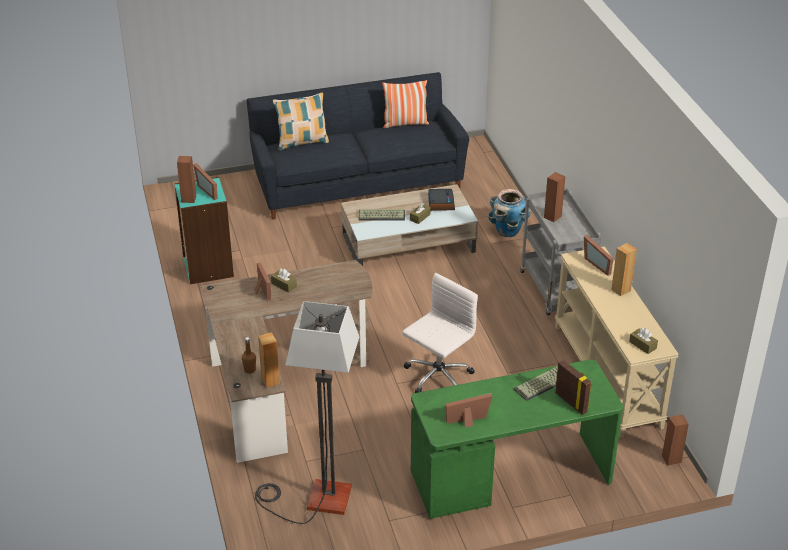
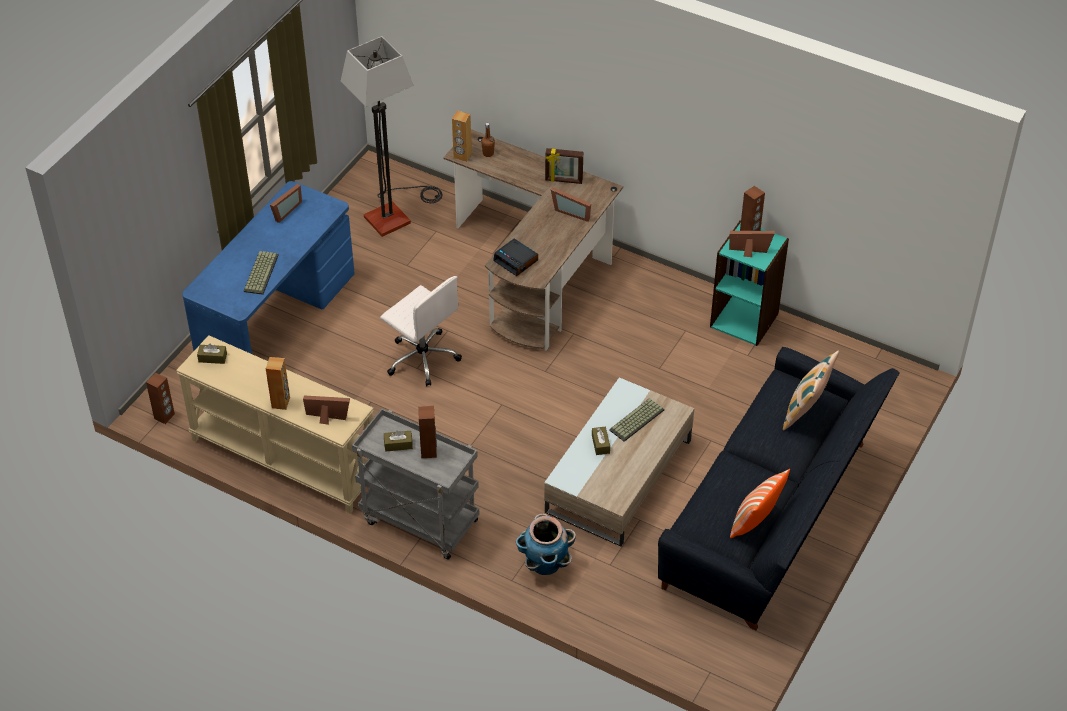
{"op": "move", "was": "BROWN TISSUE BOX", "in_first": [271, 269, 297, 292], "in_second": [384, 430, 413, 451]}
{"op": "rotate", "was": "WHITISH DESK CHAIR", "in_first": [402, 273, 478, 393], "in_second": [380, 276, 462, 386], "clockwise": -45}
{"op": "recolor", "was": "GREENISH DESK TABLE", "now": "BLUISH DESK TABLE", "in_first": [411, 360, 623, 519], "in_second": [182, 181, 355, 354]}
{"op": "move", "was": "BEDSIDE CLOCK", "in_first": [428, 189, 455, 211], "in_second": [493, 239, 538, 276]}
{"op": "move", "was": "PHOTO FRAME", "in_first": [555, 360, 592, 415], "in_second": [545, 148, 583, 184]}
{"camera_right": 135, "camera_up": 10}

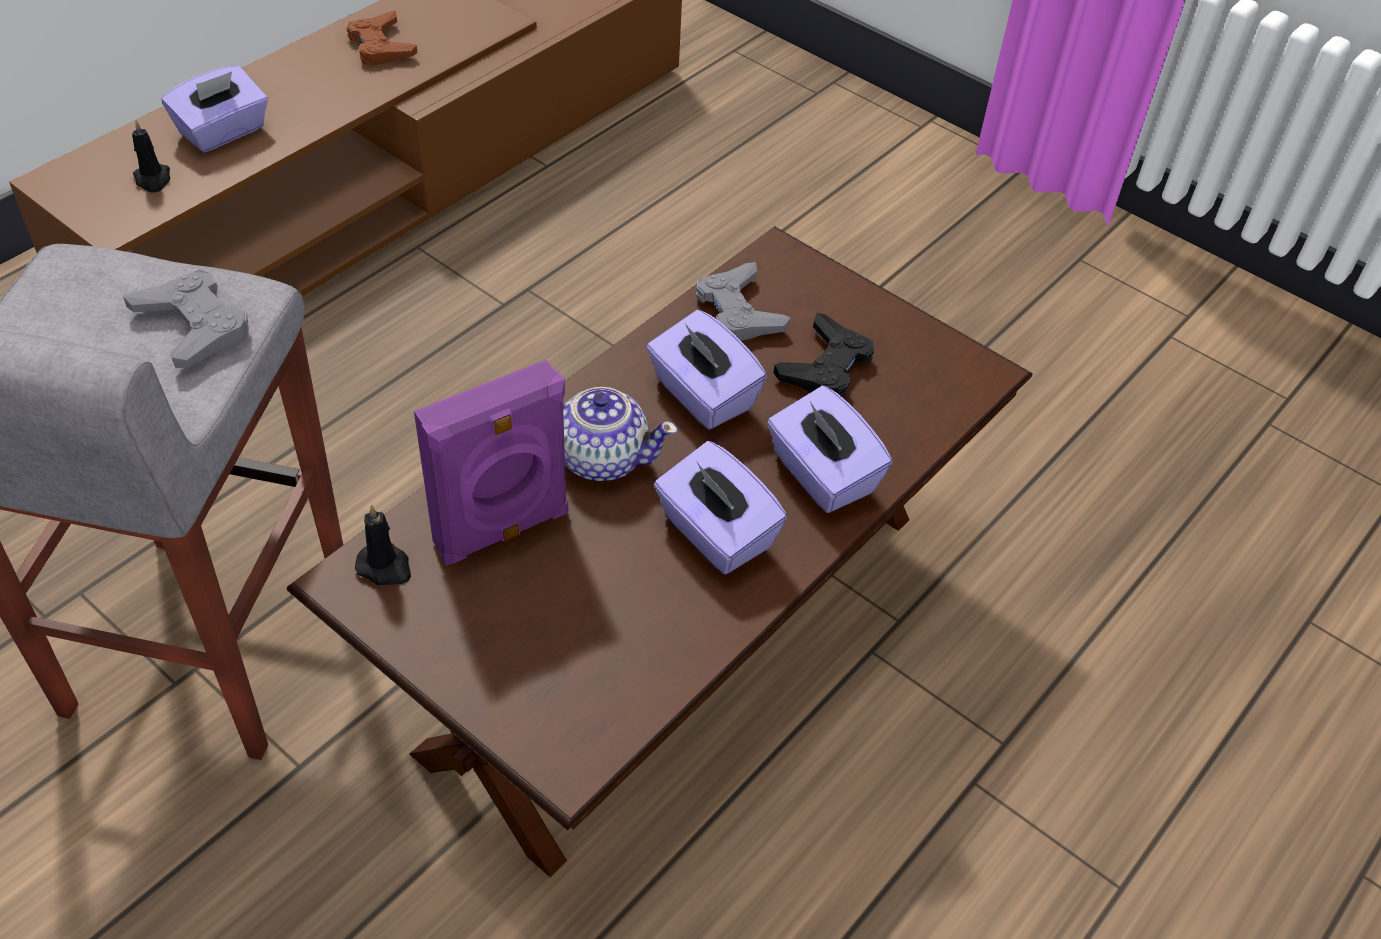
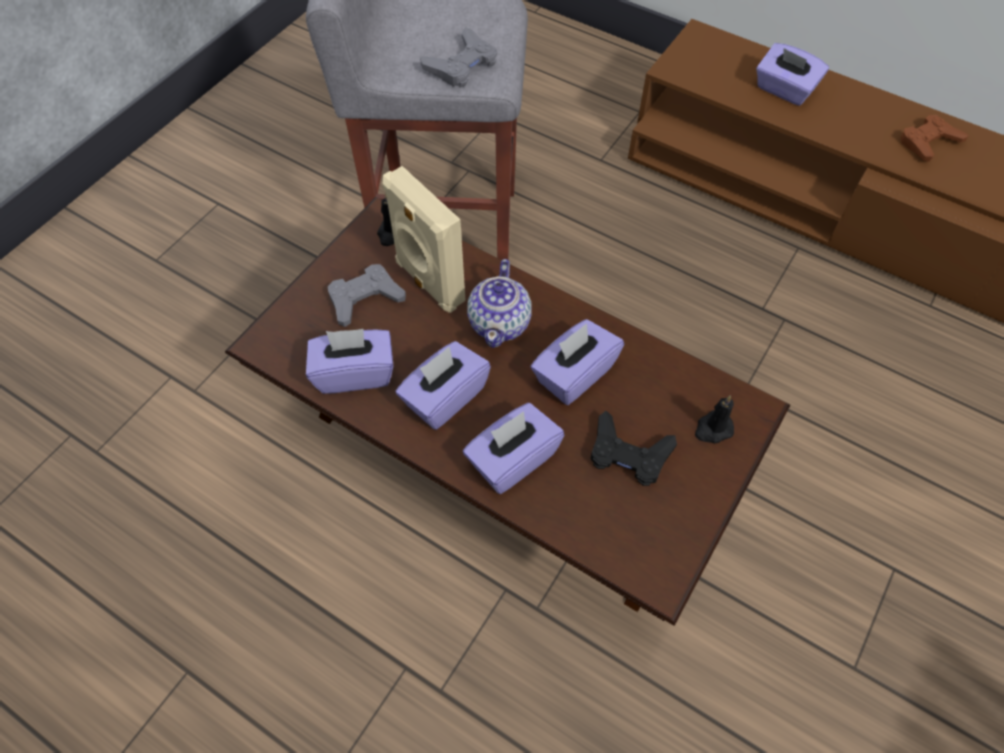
{"op": "move", "was": "BLACKISH WAX CANDLE", "in_first": [132, 119, 170, 192], "in_second": [695, 396, 734, 443]}
{"op": "recolor", "was": "PURPLISH LOUDSPEAKER", "now": "SAND-COLOURED LOUDSPEAKER", "in_first": [414, 360, 569, 565], "in_second": [383, 166, 466, 313]}
{"op": "move", "was": "GREYISH JOYPAD", "in_first": [696, 262, 791, 341], "in_second": [328, 264, 406, 327]}
{"op": "insert", "now": "PURPLISH TISSUE BOX", "in_second": [306, 329, 394, 394]}
{"camera_right": 85, "camera_up": 10}

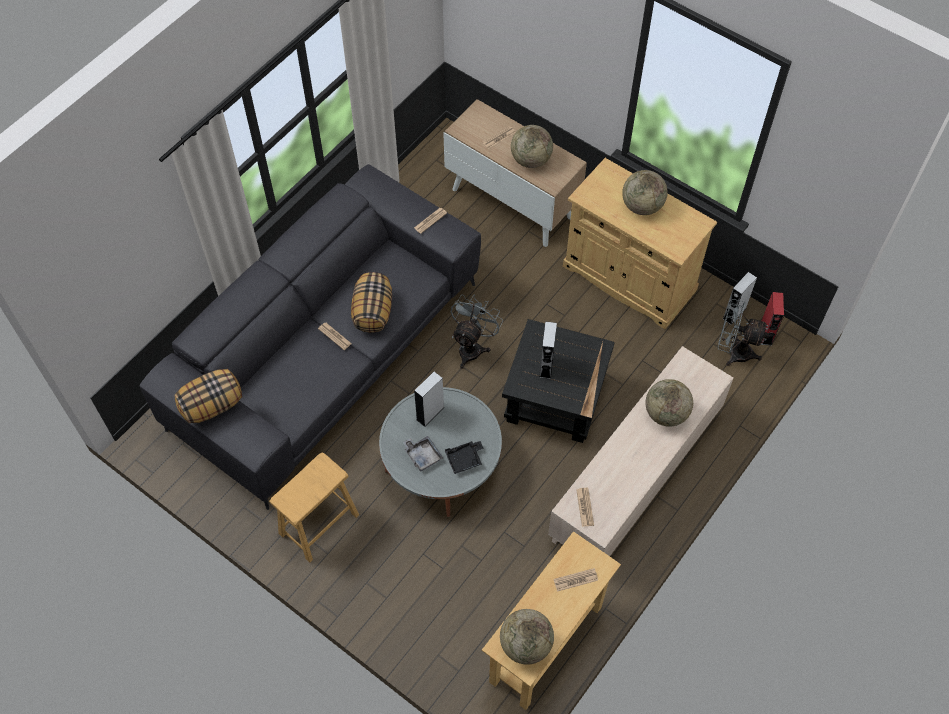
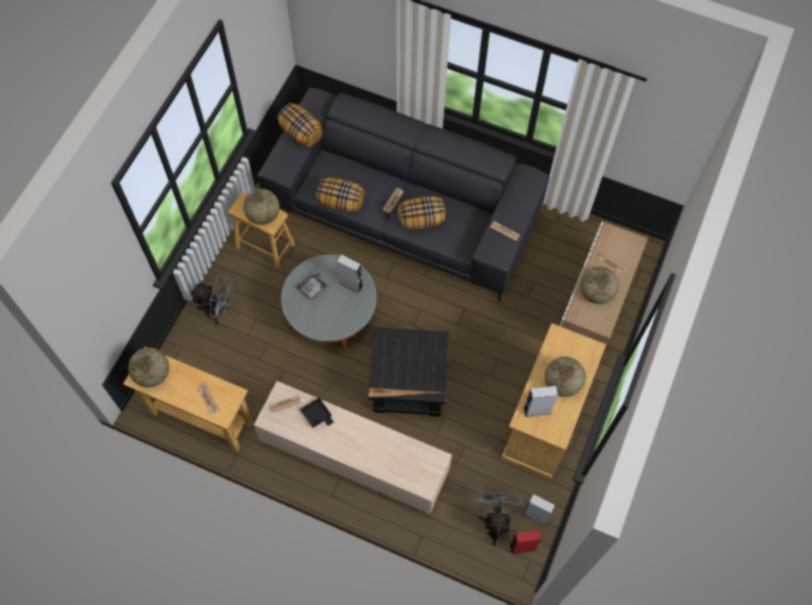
{"op": "move", "was": "BLACKISH CARRYING TRAY", "in_first": [445, 441, 484, 474], "in_second": [300, 397, 334, 428]}
{"op": "move", "was": "GREYISH FAN", "in_first": [451, 294, 503, 369], "in_second": [191, 275, 233, 325]}
{"op": "move", "was": "GREYISH LOUDSPEAKER", "in_first": [539, 321, 557, 379], "in_second": [524, 386, 558, 417]}
{"op": "move", "was": "WORLD GLOBE", "in_first": [645, 379, 693, 427], "in_second": [243, 189, 280, 225]}
{"op": "insert", "now": "THROW PILLOW", "in_second": [316, 177, 364, 212]}
{"camera_right": 75, "camera_up": 5}

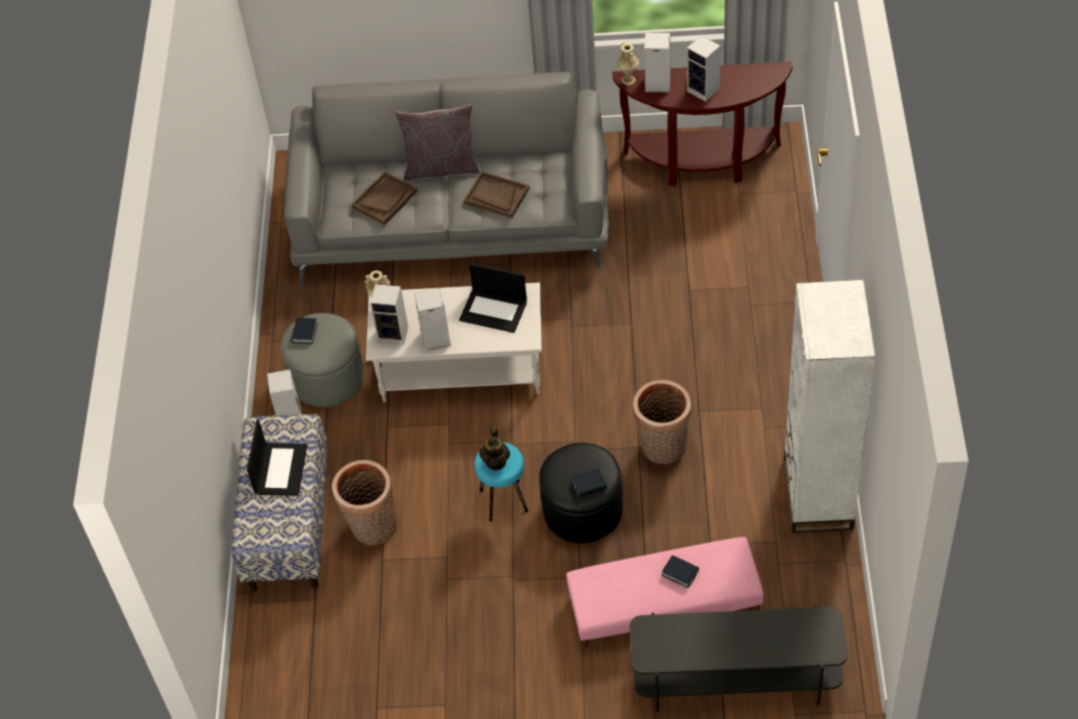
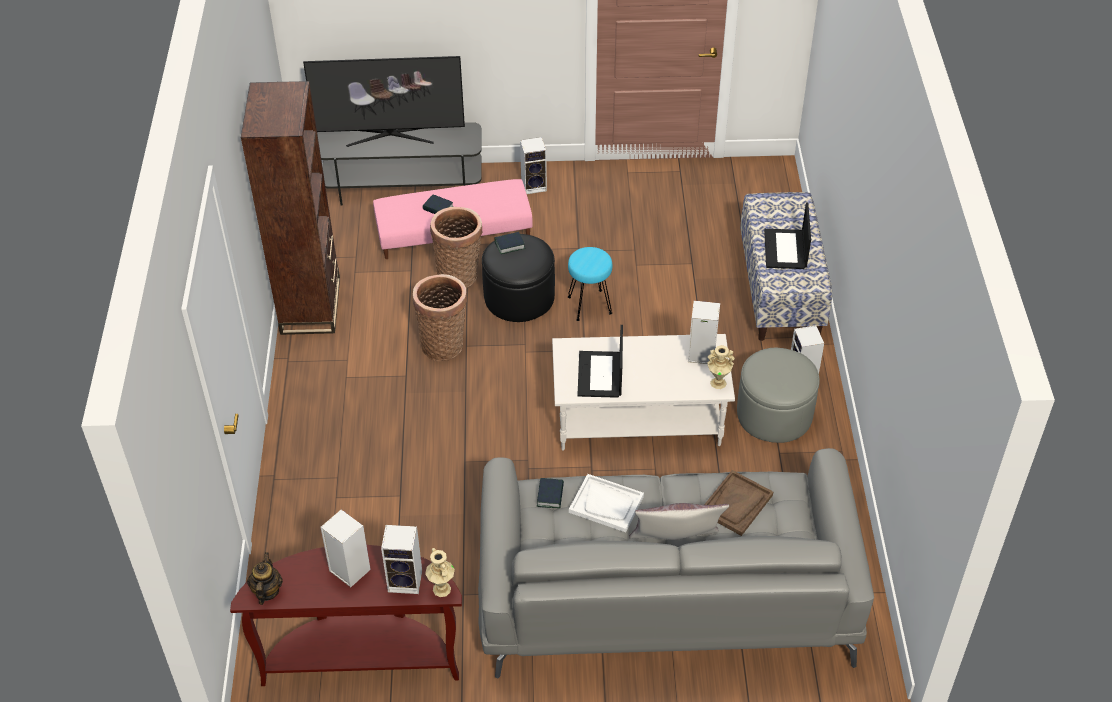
{"op": "move", "was": "BOUND BOOK", "in_first": [291, 318, 318, 344], "in_second": [537, 478, 564, 509]}
{"op": "move", "was": "HOUSEHOLD BASKET", "in_first": [332, 460, 397, 545], "in_second": [430, 207, 482, 288]}
{"op": "move", "was": "LOUDSPEAKER", "in_first": [414, 288, 451, 351], "in_second": [520, 137, 547, 194]}
{"op": "rotate", "was": "NOTEBOOK COMPUTER", "in_first": [459, 263, 527, 333], "in_second": [577, 325, 623, 398], "clockwise": -105}
{"op": "recolor", "was": "BROWN CARRYING TRAY", "now": "WHITISH CARRYING TRAY", "in_first": [464, 171, 530, 218], "in_second": [569, 474, 644, 532]}
{"op": "move", "was": "POT FOR TEA", "in_first": [479, 428, 510, 470], "in_second": [247, 552, 283, 605]}
{"op": "recolor", "was": "WHITISH BOOKCASE", "now": "BROWN BOOKCASE", "in_first": [784, 280, 875, 533], "in_second": [241, 81, 340, 335]}
{"op": "insert", "now": "TV SET", "in_second": [303, 56, 465, 147]}
{"camera_right": 175, "camera_up": -5}

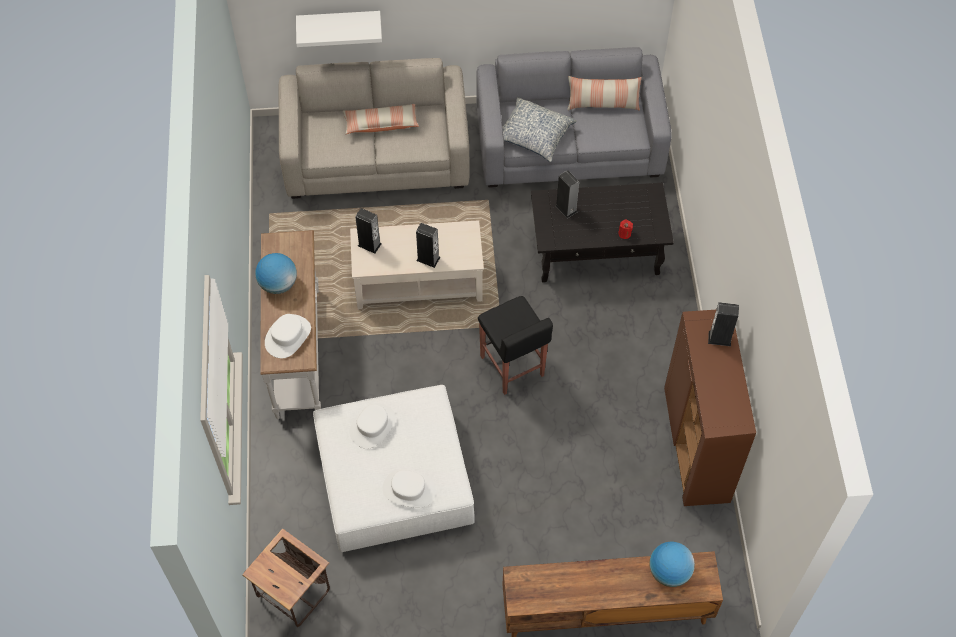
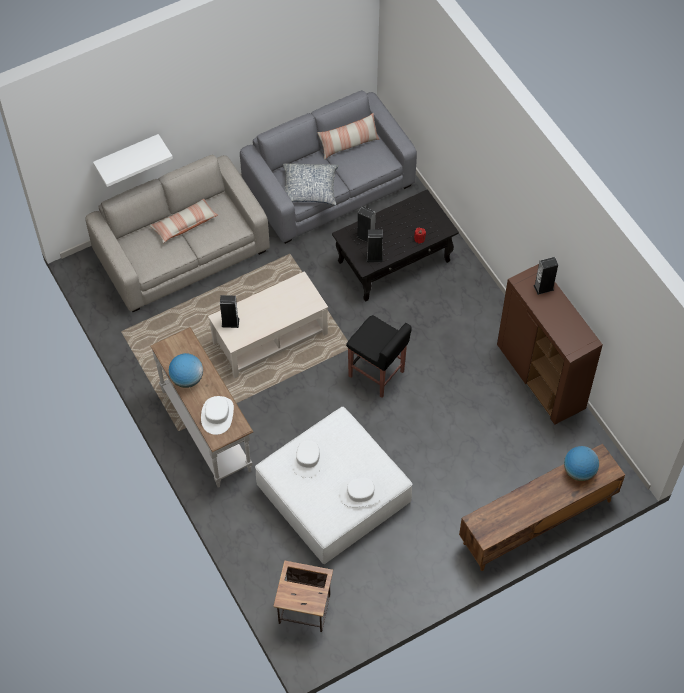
{"op": "move", "was": "LOUDSPEAKER", "in_first": [416, 223, 440, 268], "in_second": [366, 229, 383, 262]}
{"camera_right": -25, "camera_up": 0}

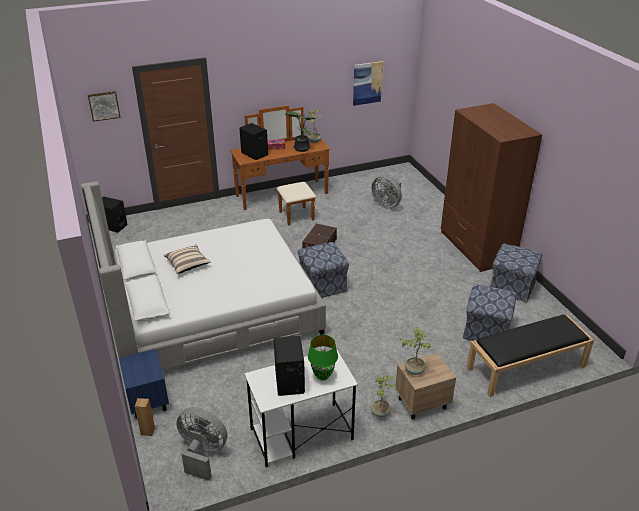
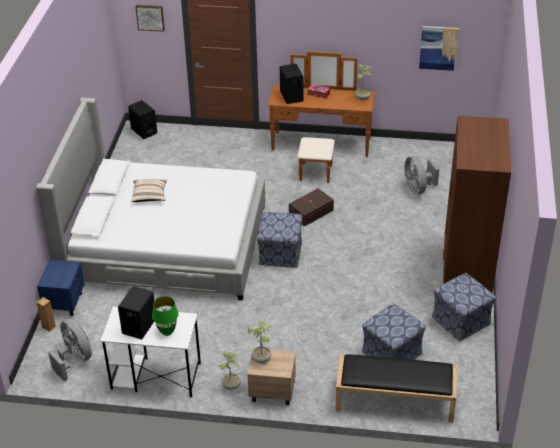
{"op": "delete", "was": "PLANT IN A POT", "in_first": [285, 111, 316, 152]}
{"camera_right": 30, "camera_up": 5}

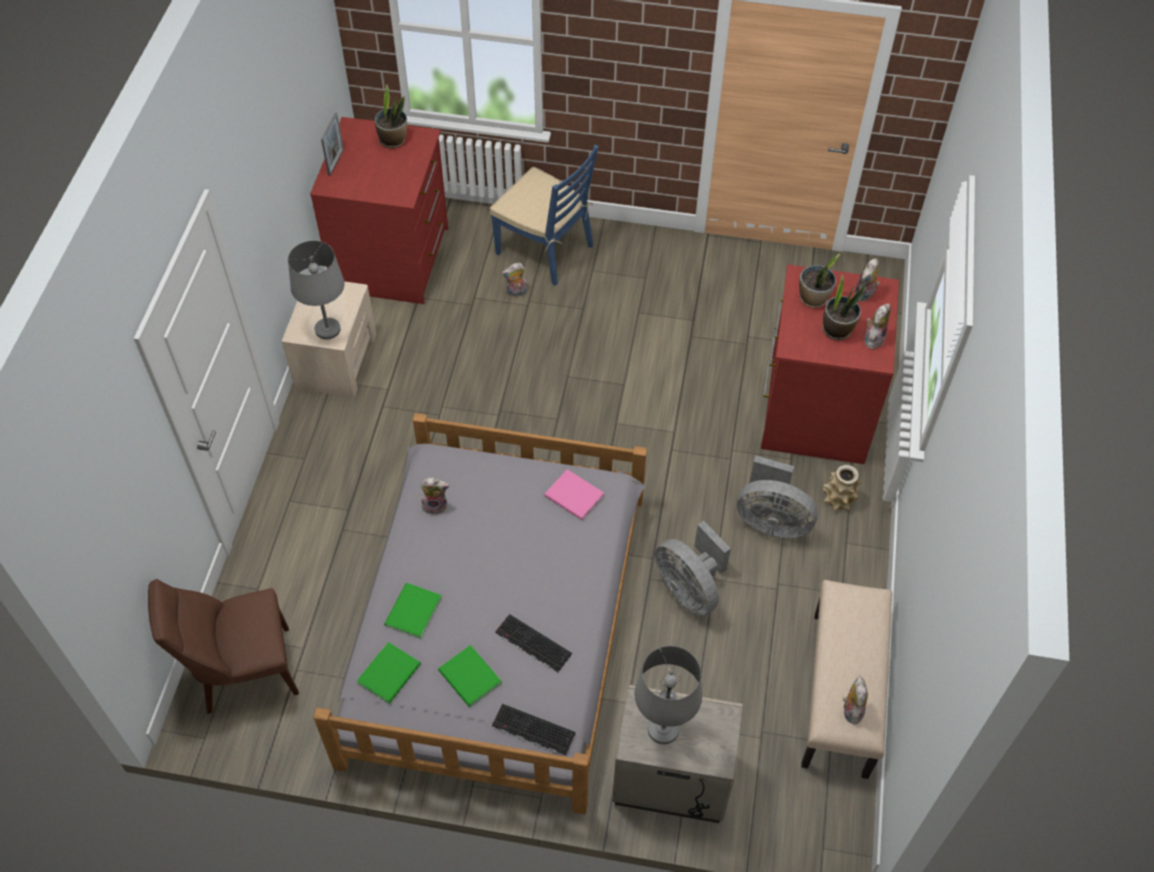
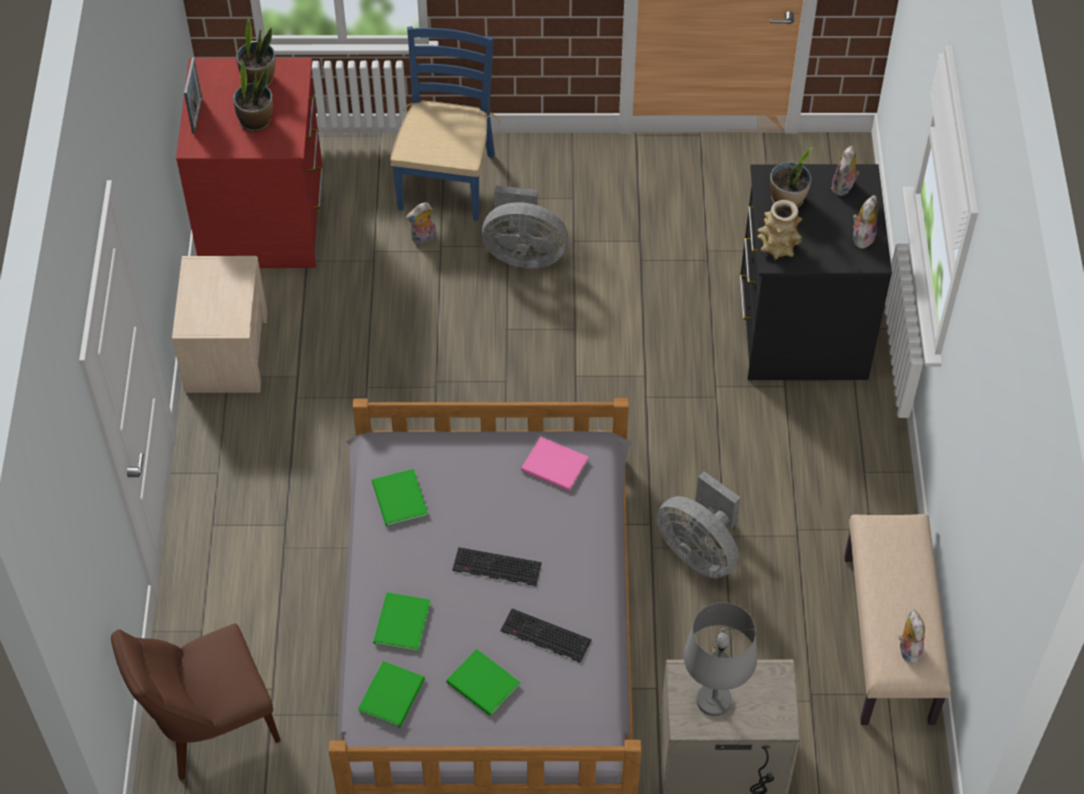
{"op": "delete", "was": "GREYISH TABLE LAMP", "in_first": [288, 241, 345, 340]}
{"op": "replace", "was": "SOFT TOY", "now": "GREENISH BOUND BOOK", "in_first": [420, 478, 449, 515], "in_second": [372, 469, 428, 527]}
{"op": "rotate", "was": "BLUISH PLAIN CHAIR", "in_first": [490, 145, 599, 286], "in_second": [390, 26, 501, 221], "clockwise": -105}
{"op": "move", "was": "PC KEYBOARD", "in_first": [492, 703, 576, 755], "in_second": [452, 547, 542, 586]}
{"op": "move", "was": "GREYISH FAN", "in_first": [737, 456, 818, 538], "in_second": [482, 185, 568, 268]}
{"op": "recolor", "was": "REDDISH CHEST OF DRAWERS", "now": "BLACKISH CHEST OF DRAWERS", "in_first": [761, 265, 899, 464], "in_second": [740, 164, 892, 380]}
{"op": "move", "was": "PLANT IN A POT", "in_first": [823, 275, 865, 340], "in_second": [233, 59, 273, 132]}
{"op": "move", "was": "FLOWER VASE", "in_first": [823, 465, 861, 511], "in_second": [757, 200, 802, 260]}
{"camera_right": -10, "camera_up": 0}

